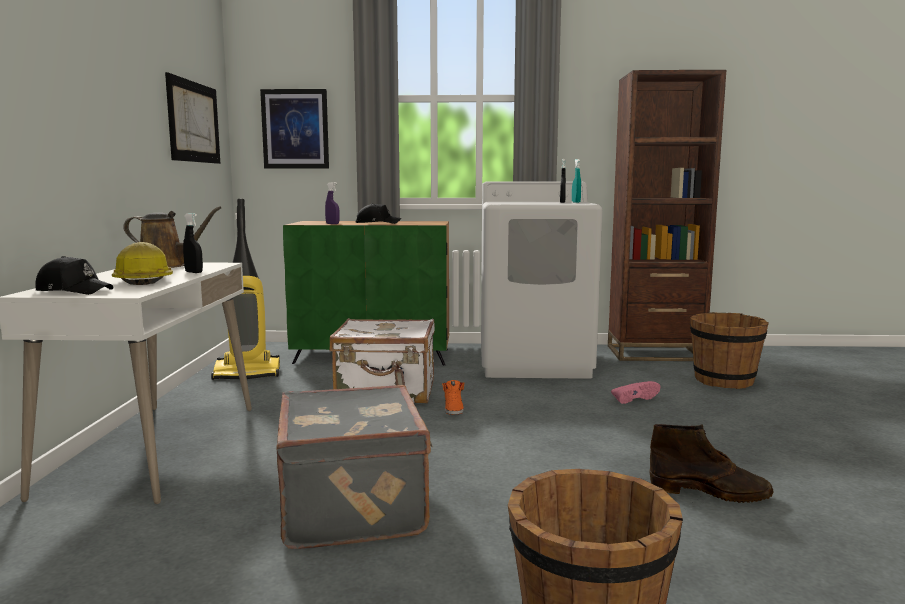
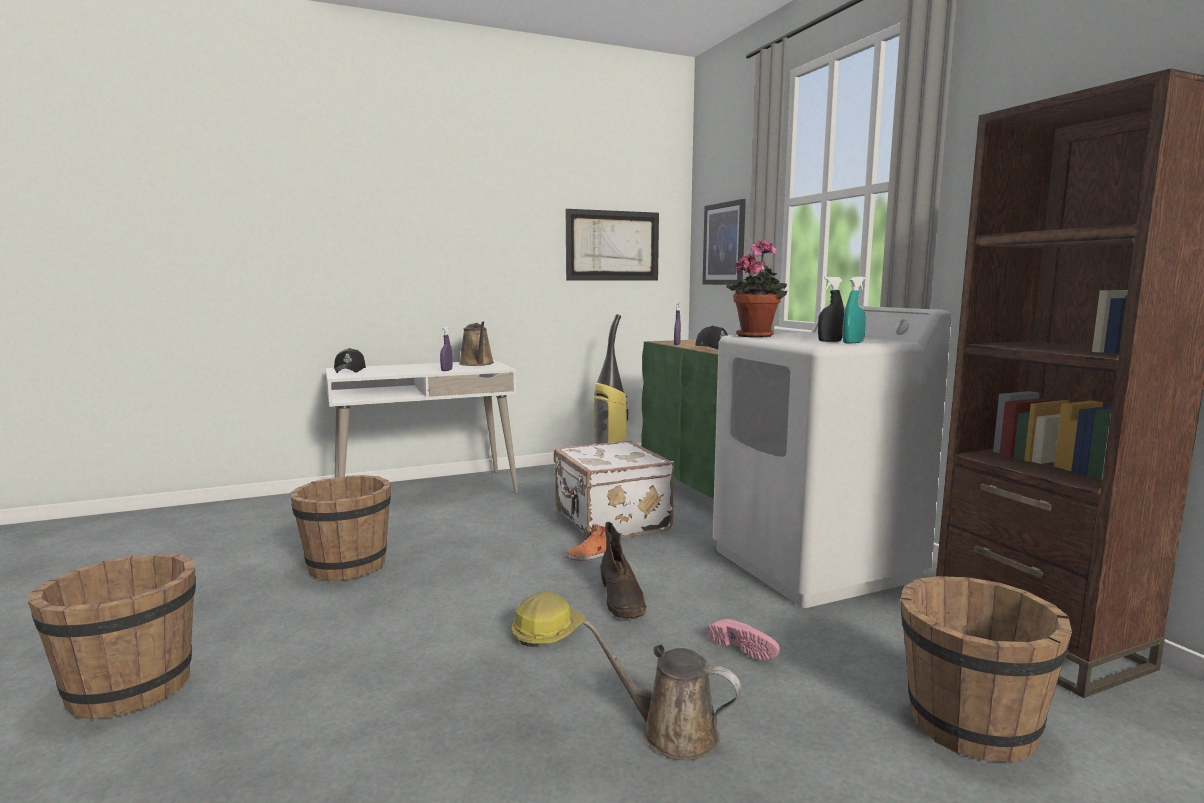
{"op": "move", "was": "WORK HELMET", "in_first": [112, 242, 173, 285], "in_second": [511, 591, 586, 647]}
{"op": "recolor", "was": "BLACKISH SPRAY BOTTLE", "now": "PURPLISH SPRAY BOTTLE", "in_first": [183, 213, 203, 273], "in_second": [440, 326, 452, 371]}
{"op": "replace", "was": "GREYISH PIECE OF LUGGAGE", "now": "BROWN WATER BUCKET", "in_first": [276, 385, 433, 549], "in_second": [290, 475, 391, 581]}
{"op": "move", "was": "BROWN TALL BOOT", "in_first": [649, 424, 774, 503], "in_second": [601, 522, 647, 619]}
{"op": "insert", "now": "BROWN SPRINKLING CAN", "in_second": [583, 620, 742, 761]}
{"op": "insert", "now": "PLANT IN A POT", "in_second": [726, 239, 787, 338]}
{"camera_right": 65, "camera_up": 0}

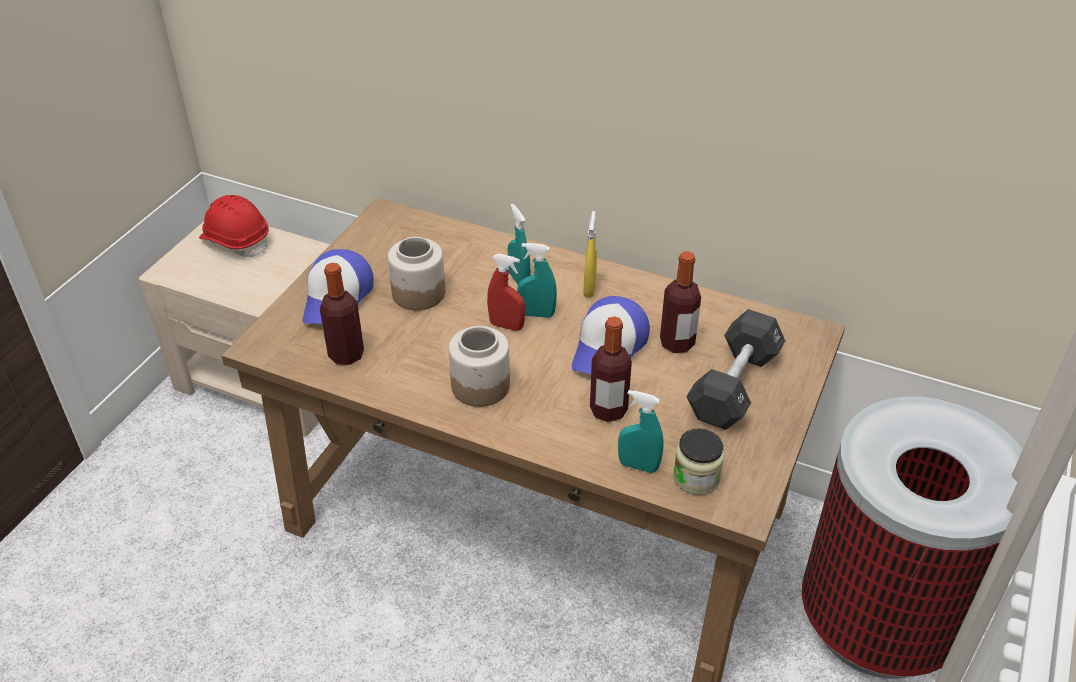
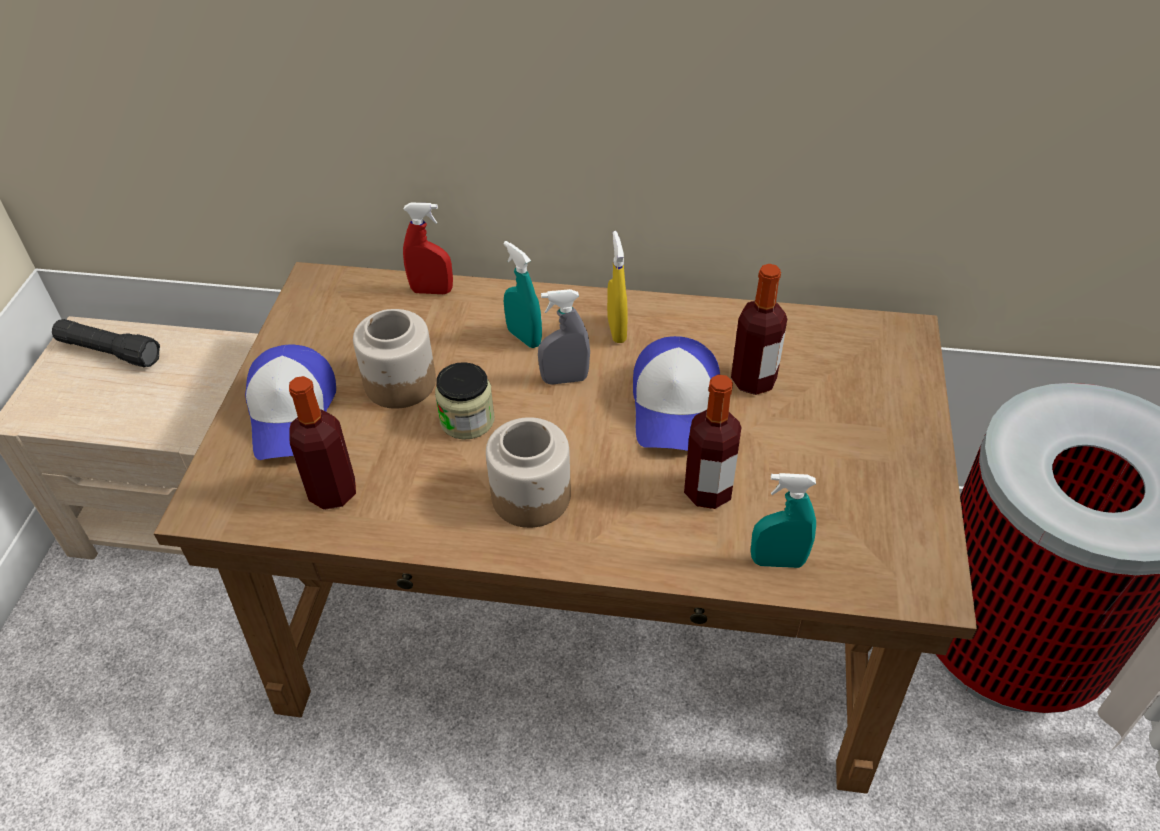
{"op": "replace", "was": "REDDISH WORK HELMET", "now": "BLACKISH FLASHLIGHT", "in_first": [199, 195, 269, 257], "in_second": [52, 319, 160, 367]}
{"op": "move", "was": "REDDISH SPRAY BOTTLE", "in_first": [487, 254, 525, 331], "in_second": [403, 203, 453, 294]}
{"op": "recolor", "was": "BLUE-GREEN SPRAY BOTTLE", "now": "GREYISH SPRAY BOTTLE", "in_first": [517, 243, 557, 318], "in_second": [538, 289, 590, 385]}
{"op": "move", "was": "PRESERVE JAR", "in_first": [673, 428, 724, 495], "in_second": [435, 362, 495, 440]}
{"op": "delete", "was": "BLACKISH HAND WEIGHT", "in_first": [686, 309, 785, 430]}
{"camera_right": -15, "camera_up": 5}

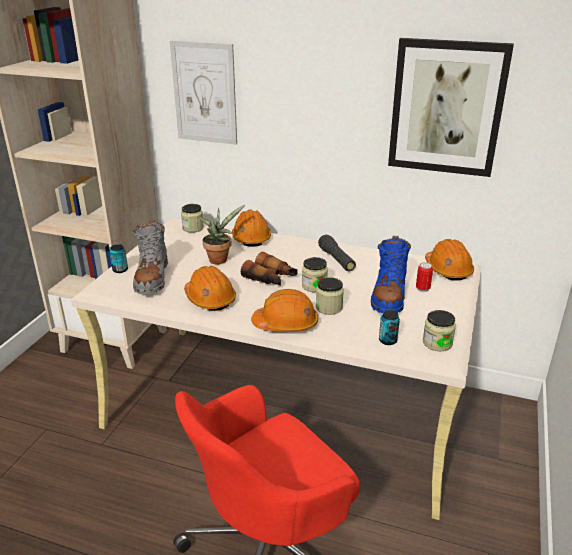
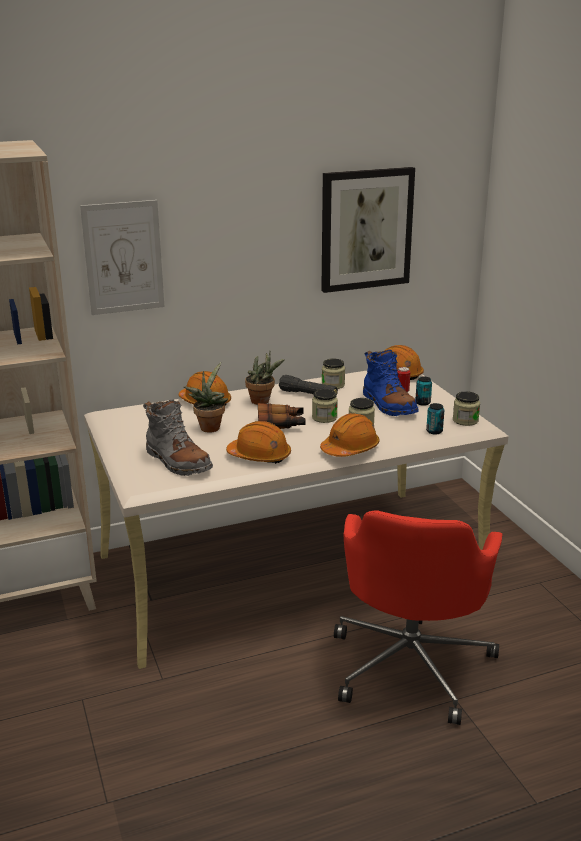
{"op": "move", "was": "SEALED CAN", "in_first": [109, 244, 128, 273], "in_second": [416, 376, 432, 406]}
{"op": "move", "was": "PRESERVE JAR", "in_first": [181, 204, 204, 233], "in_second": [322, 359, 345, 389]}
{"op": "insert", "now": "PLANT IN A POT", "in_second": [245, 351, 285, 405]}
{"camera_right": -40, "camera_up": -5}

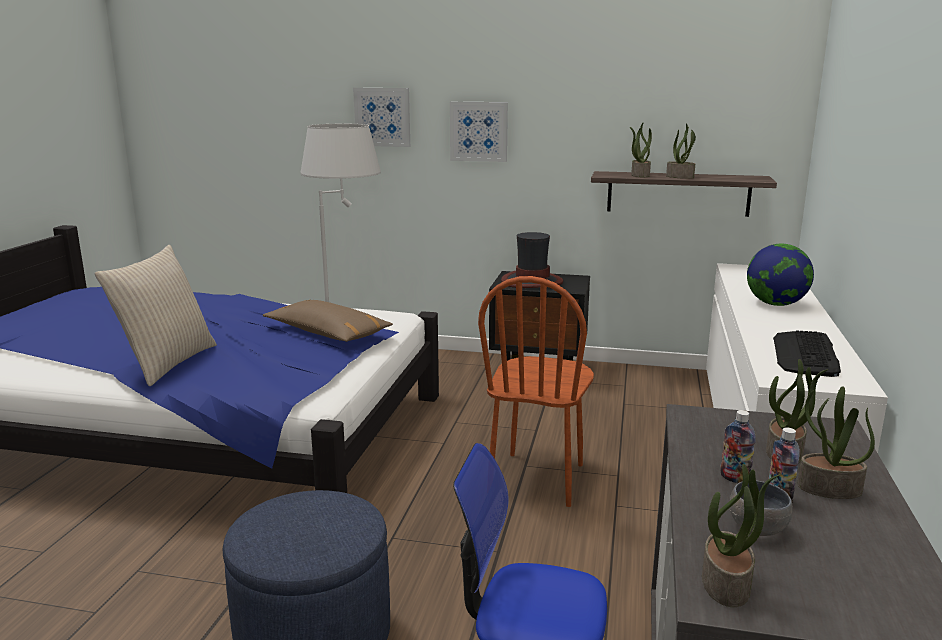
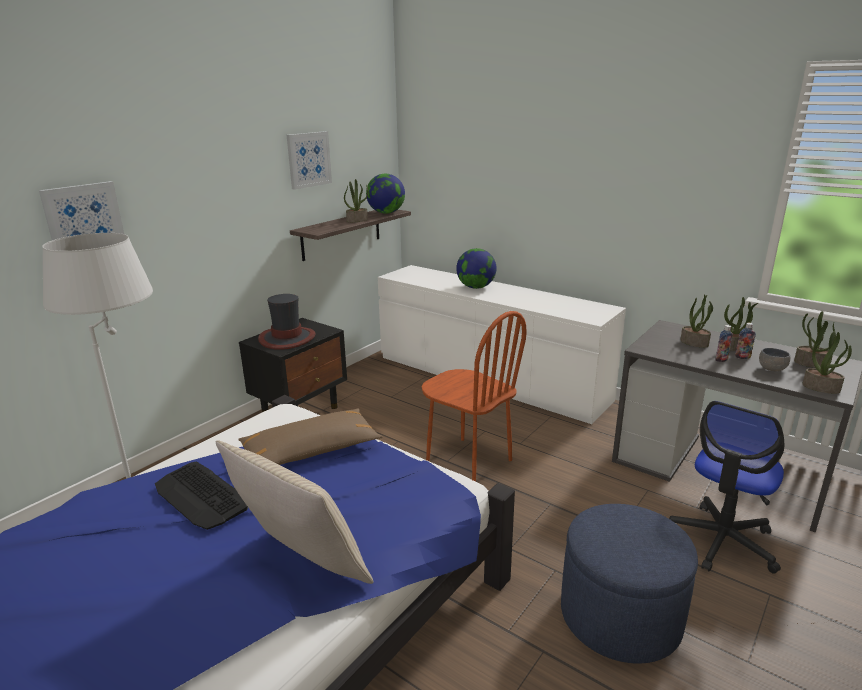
{"op": "move", "was": "PICTURE", "in_first": [450, 102, 508, 162], "in_second": [287, 131, 332, 190]}
{"op": "move", "was": "PLANT IN A POT", "in_first": [630, 123, 652, 177], "in_second": [794, 311, 836, 368]}
{"op": "move", "was": "PC KEYBOARD", "in_first": [773, 331, 841, 377], "in_second": [155, 462, 248, 530]}
{"op": "insert", "now": "WORLD GLOBE", "in_second": [366, 174, 405, 214]}
{"camera_right": -65, "camera_up": 5}

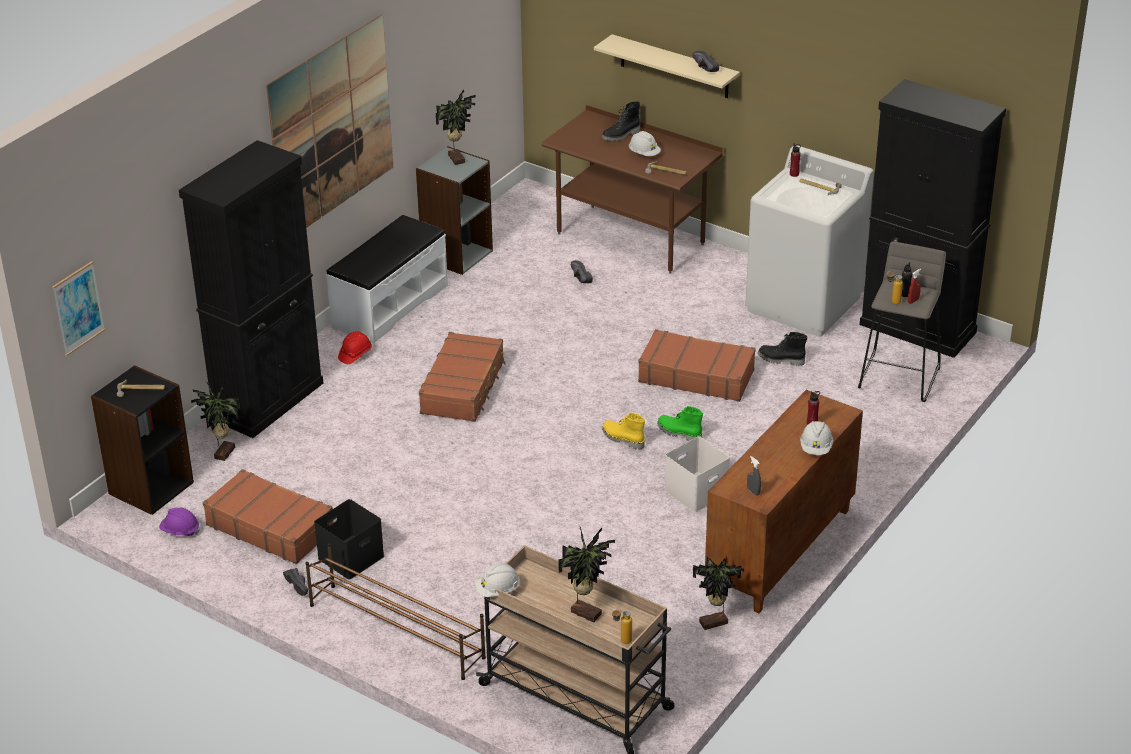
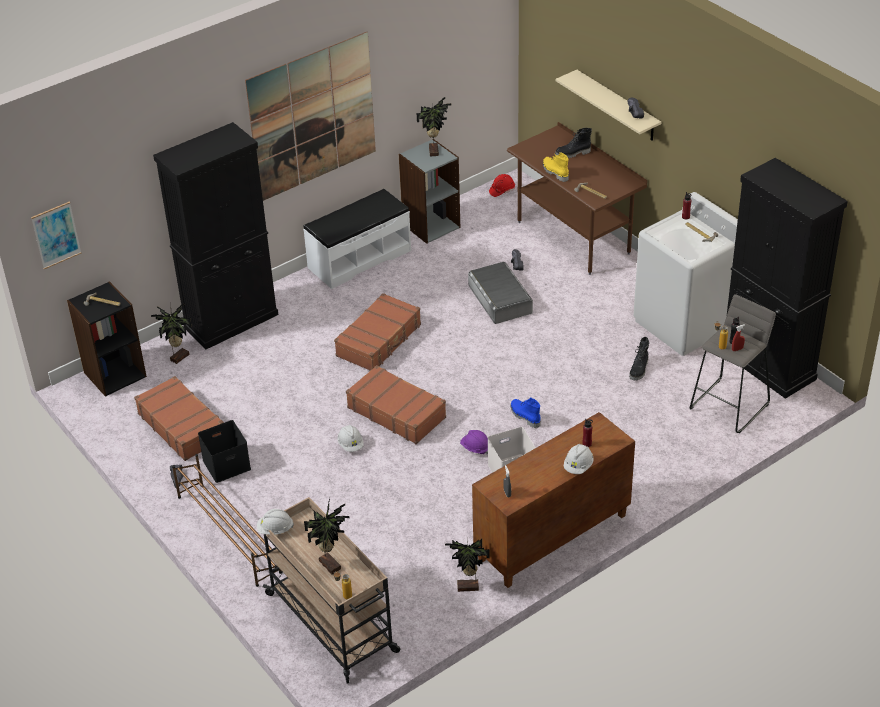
{"op": "move", "was": "PURPLISH WORK HELMET", "in_first": [159, 508, 200, 536], "in_second": [460, 430, 488, 454]}
{"op": "move", "was": "REDDISH WORK HELMET", "in_first": [338, 331, 372, 364], "in_second": [489, 174, 515, 197]}
{"op": "move", "was": "YELLOW TALL BOOT", "in_first": [602, 413, 645, 450], "in_second": [543, 152, 569, 182]}
{"op": "move", "was": "WHITISH WORK HELMET", "in_first": [629, 131, 661, 156], "in_second": [337, 425, 364, 452]}
{"op": "move", "was": "BROWN PIECE OF LUGGAGE", "in_first": [638, 329, 756, 402], "in_second": [346, 365, 446, 444]}
{"op": "recolor", "was": "GREENISH TALL BOOT", "now": "BLUISH TALL BOOT", "in_first": [657, 406, 703, 441], "in_second": [511, 398, 541, 428]}
{"op": "rotate", "was": "BLACKISH TALL BOOT", "in_first": [758, 332, 807, 366], "in_second": [629, 337, 649, 381], "clockwise": -105}
{"op": "insert", "now": "GREYISH STORAGE BOX", "in_second": [468, 262, 533, 324]}
{"camera_right": 20, "camera_up": 5}

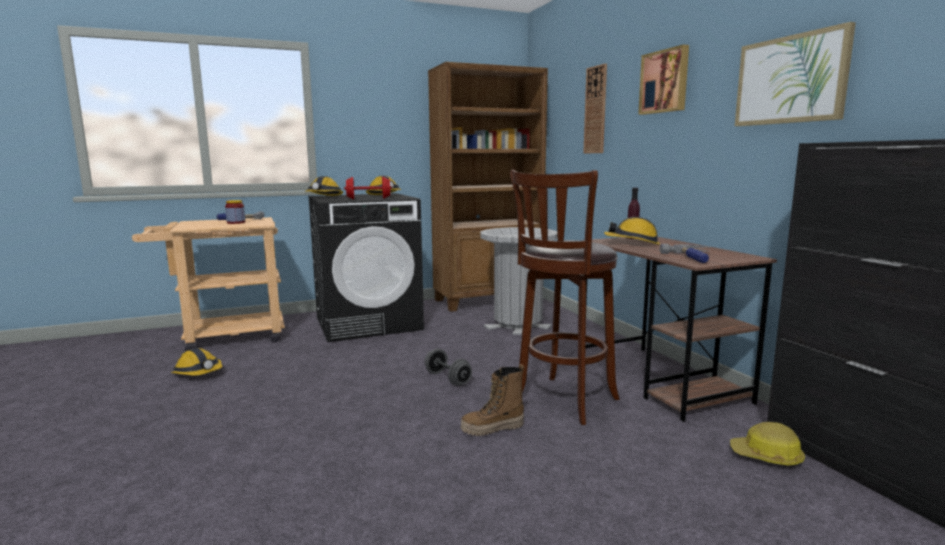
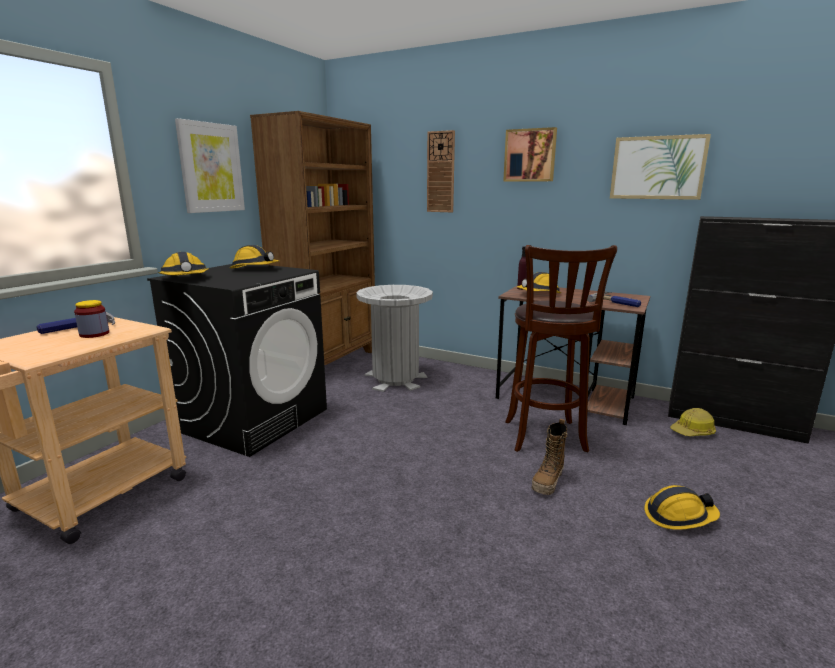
{"op": "move", "was": "WORK HELMET", "in_first": [171, 348, 222, 376], "in_second": [645, 485, 720, 530]}
{"op": "delete", "was": "REDDISH HAND WEIGHT", "in_first": [344, 177, 392, 199]}
{"op": "delete", "was": "GREYISH HAND WEIGHT", "in_first": [425, 349, 472, 386]}
{"op": "insert", "now": "PICTURE", "in_second": [175, 118, 245, 213]}
{"camera_right": -40, "camera_up": 5}

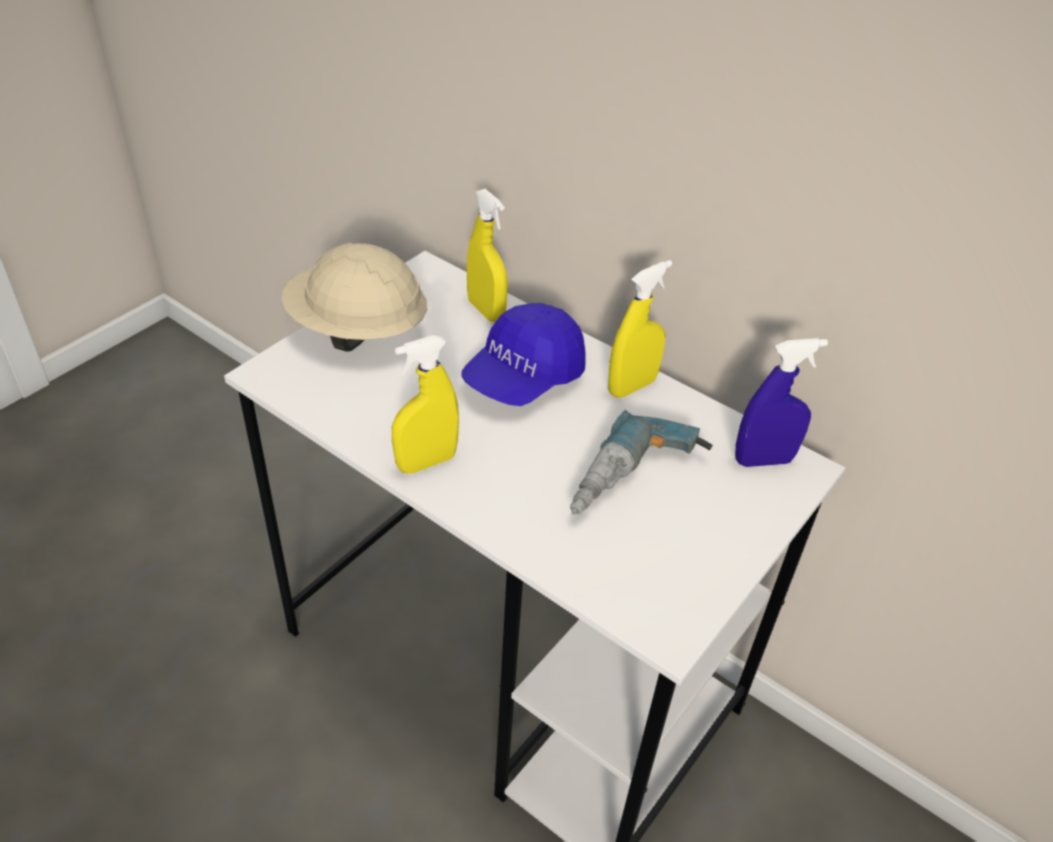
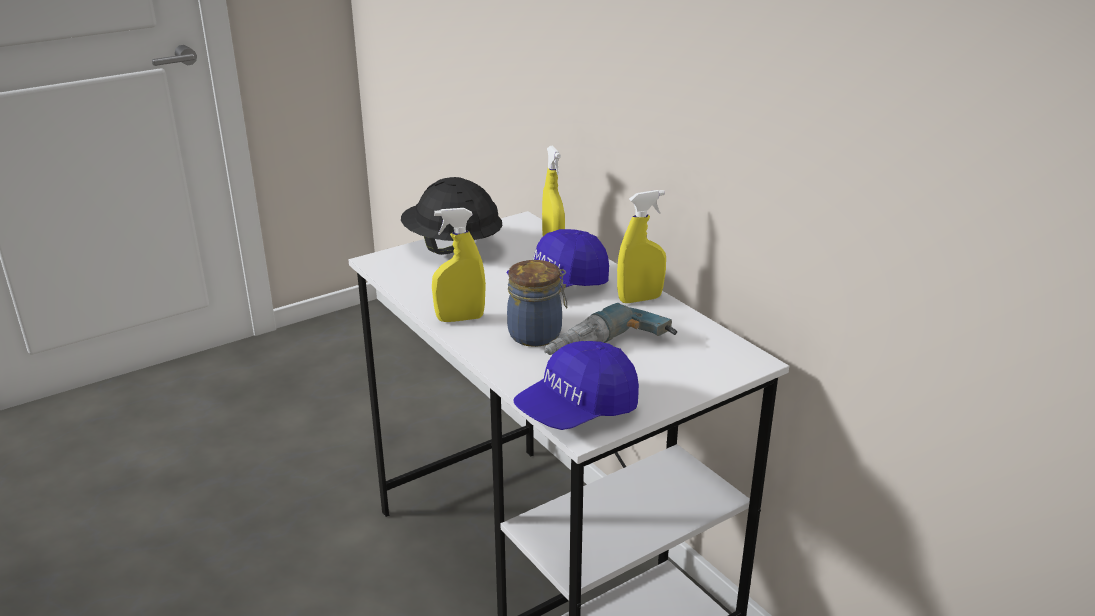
{"op": "recolor", "was": "SAND-COLOURED WORK HELMET", "now": "BLACKISH WORK HELMET", "in_first": [282, 243, 427, 352], "in_second": [401, 177, 503, 255]}
{"op": "delete", "was": "BLUISH SPRAY BOTTLE", "in_first": [735, 338, 828, 467]}
{"op": "insert", "now": "PRESERVE JAR", "in_second": [507, 260, 567, 347]}
{"op": "insert", "now": "BLUISH PEAKED CAP", "in_second": [513, 341, 639, 430]}
{"camera_right": 20, "camera_up": -15}

